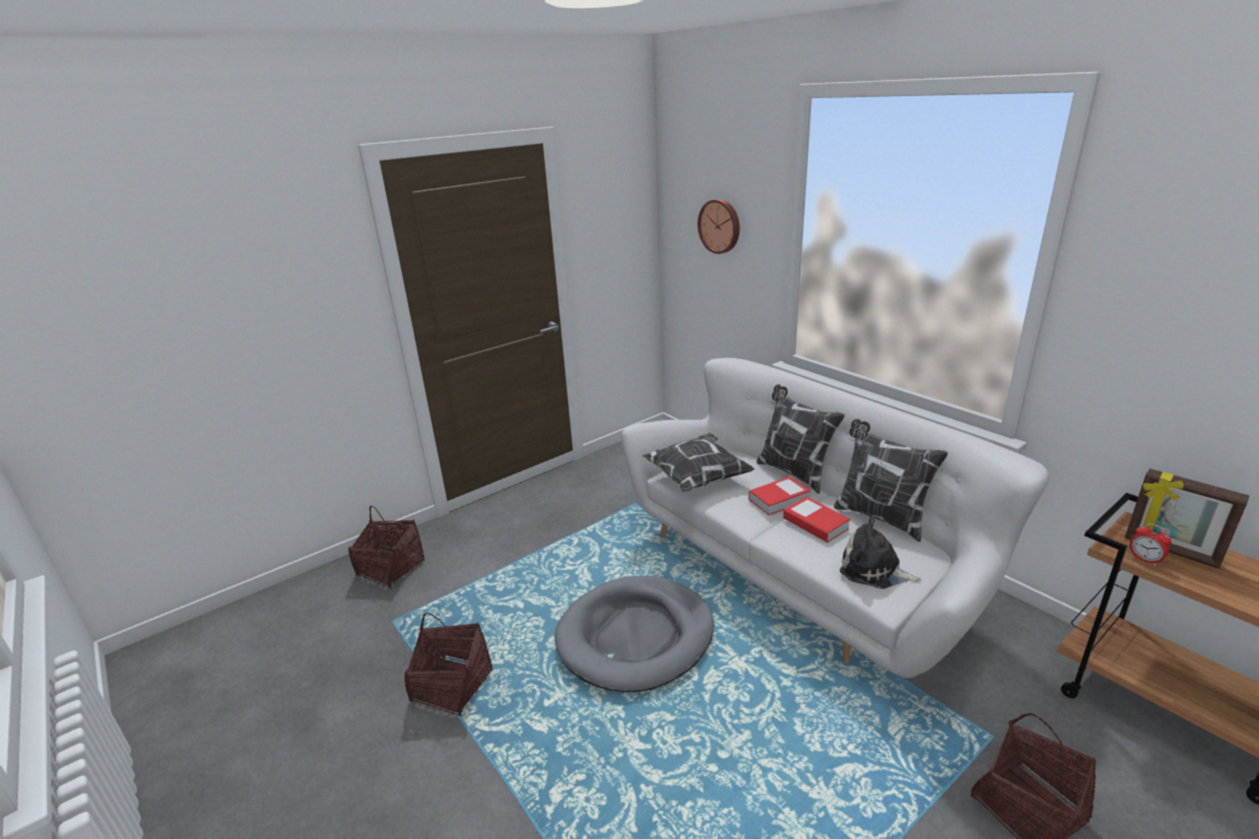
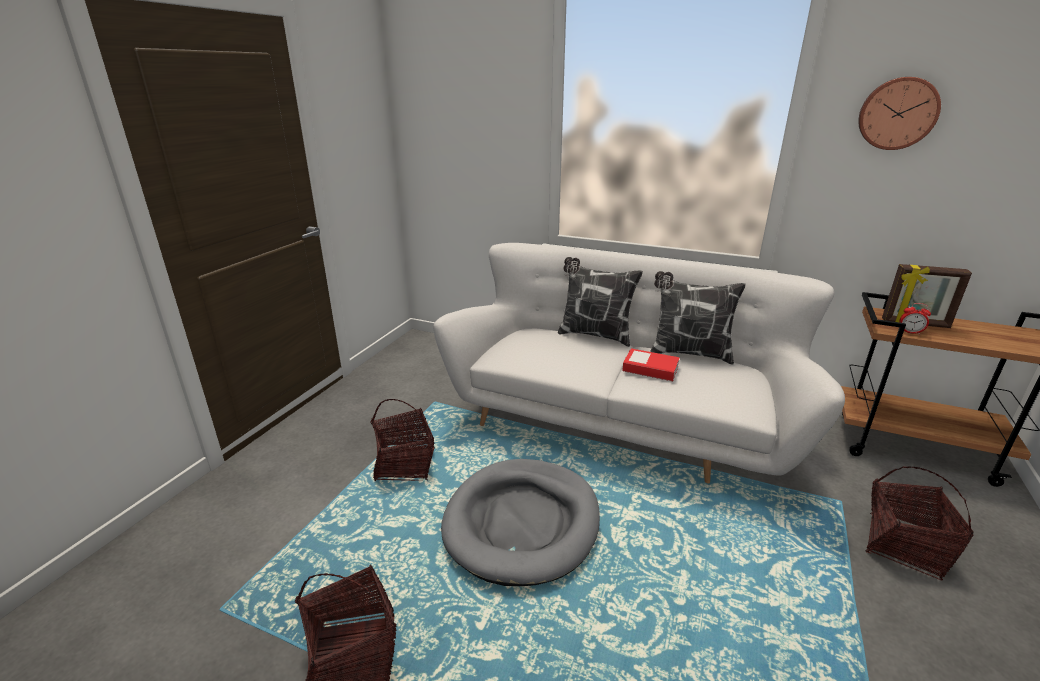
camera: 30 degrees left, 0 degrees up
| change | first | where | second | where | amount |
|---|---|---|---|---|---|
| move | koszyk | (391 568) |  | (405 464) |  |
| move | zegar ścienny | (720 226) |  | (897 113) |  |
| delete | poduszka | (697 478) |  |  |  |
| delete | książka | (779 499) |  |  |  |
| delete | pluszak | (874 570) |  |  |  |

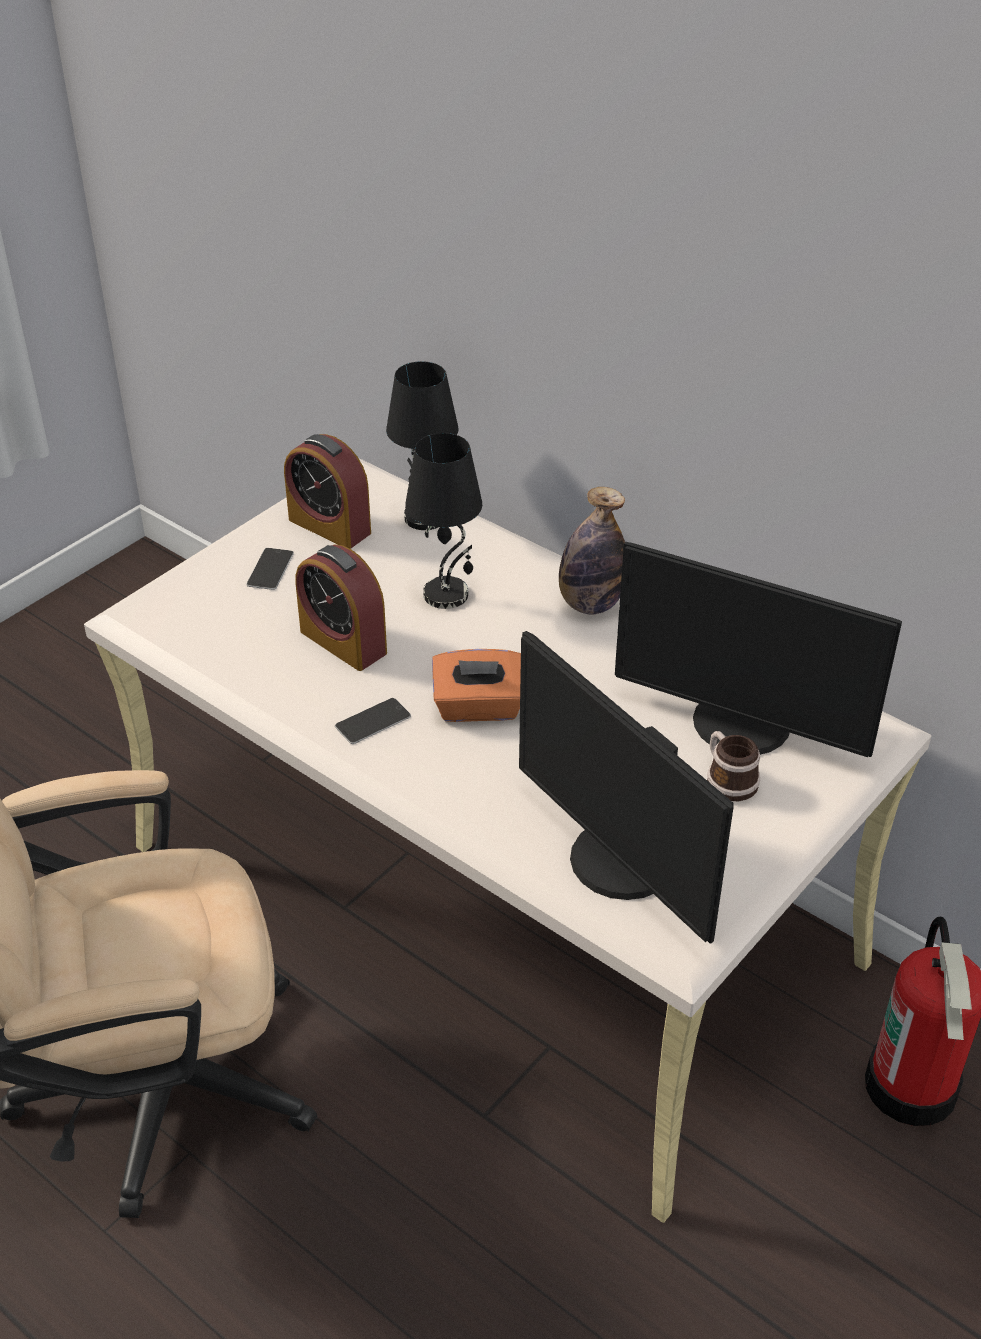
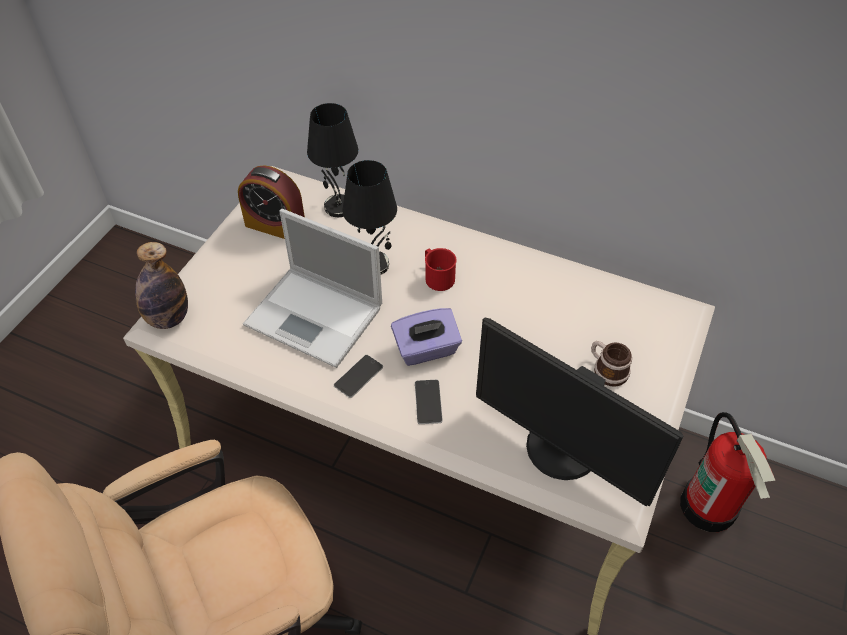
camera: 15 degrees left, 10 degrees up
| change | first | where | second | where | amount |
|---|---|---|---|---|---|
| move | butelka | (590 604) |  | (168 318) |  |
| replace | budzik | (343 642) | laptop | (316 316) |  |
| recolor | pudełko chusteczek [pomarańczowy] | (478 708) | pudełko chusteczek [fioletowy] | (426 350) |  |
| move | telefon | (270 569) |  | (428 402) |  |
| insert |  |  | kubek [czerwony] | (437 276) |  |
| delete | monitor | (740 726) |  |  |  |

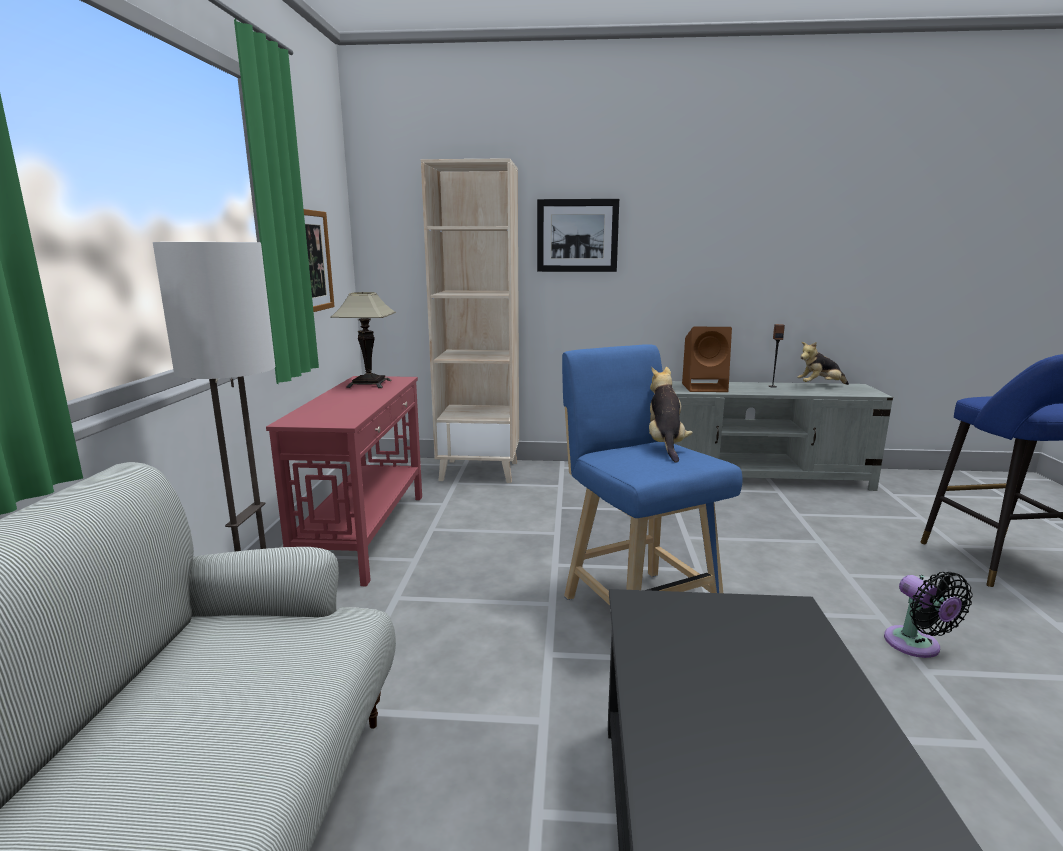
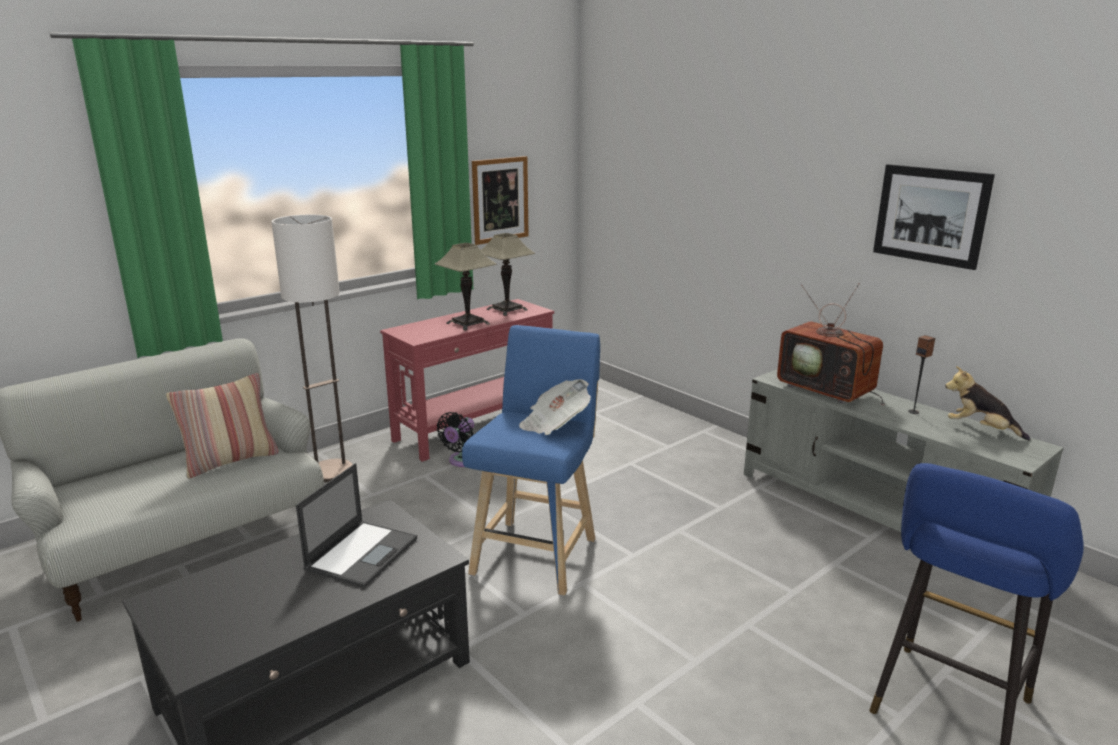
camera: 45 degrees right, 5 degrees up
| change | first | where | second | where | amount |
|---|---|---|---|---|---|
| insert |  |  | poduszka | (230 461) |  |
| insert |  |  | laptop | (362 553) |  |
| insert |  |  | lampa stołowa | (467 323) |  |
| move | wentylator [czarny] | (916 646) |  | (462 461) |  |
| replace | pluszak | (665 445) | gazeta | (554 424) |  |
| replace | głośnik [brązowy] | (705 387) | telewizor | (829 390) |  |
| move | obraz | (577 235) |  | (930 215) |  |
| delete | regał [beżowy] | (480 471) |  |  |  |

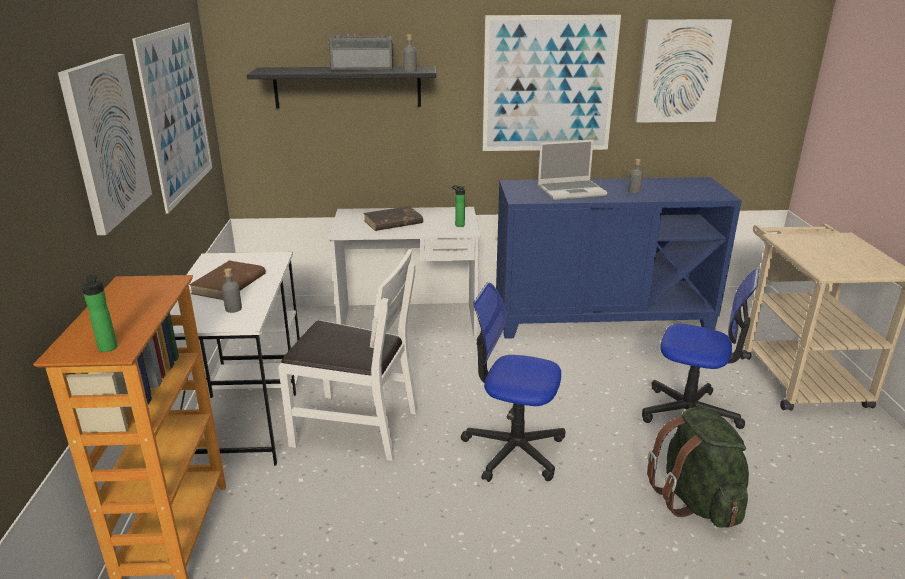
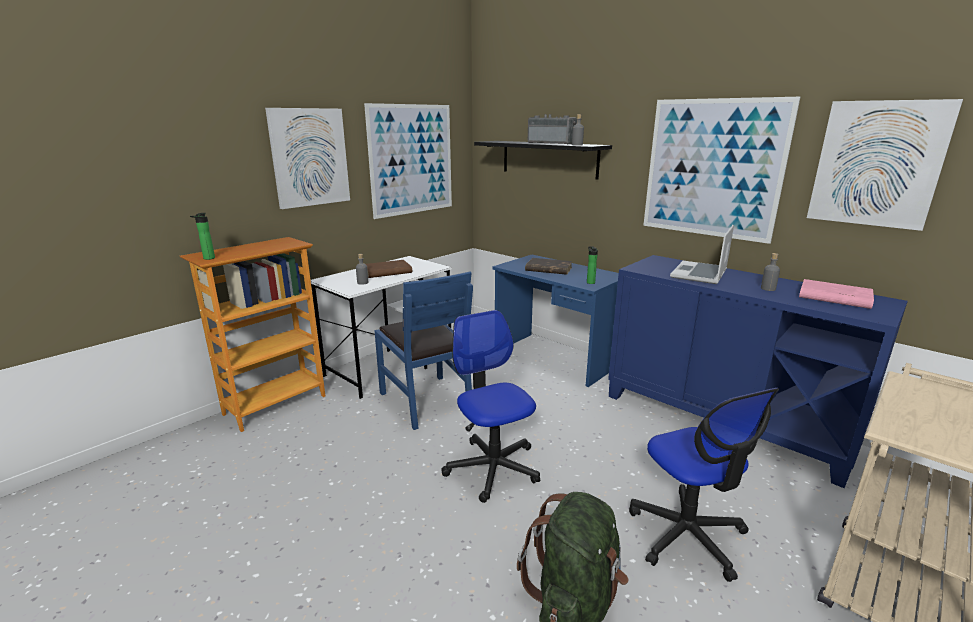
camera: 45 degrees right, 5 degrees down
| change | first | where | second | where | amount |
|---|---|---|---|---|---|
| recolor | krzesło [biały] | (355 427) | krzesło [niebieski] | (426 401) |  |
| recolor | biurko [biały] | (408 322) | biurko [niebieski] | (554 358) |  |
| rotate | laptop | (571 191) |  | (700 274) | 90 degrees clockwise |
| insert |  |  | książka [różowy] | (833 298) |  |

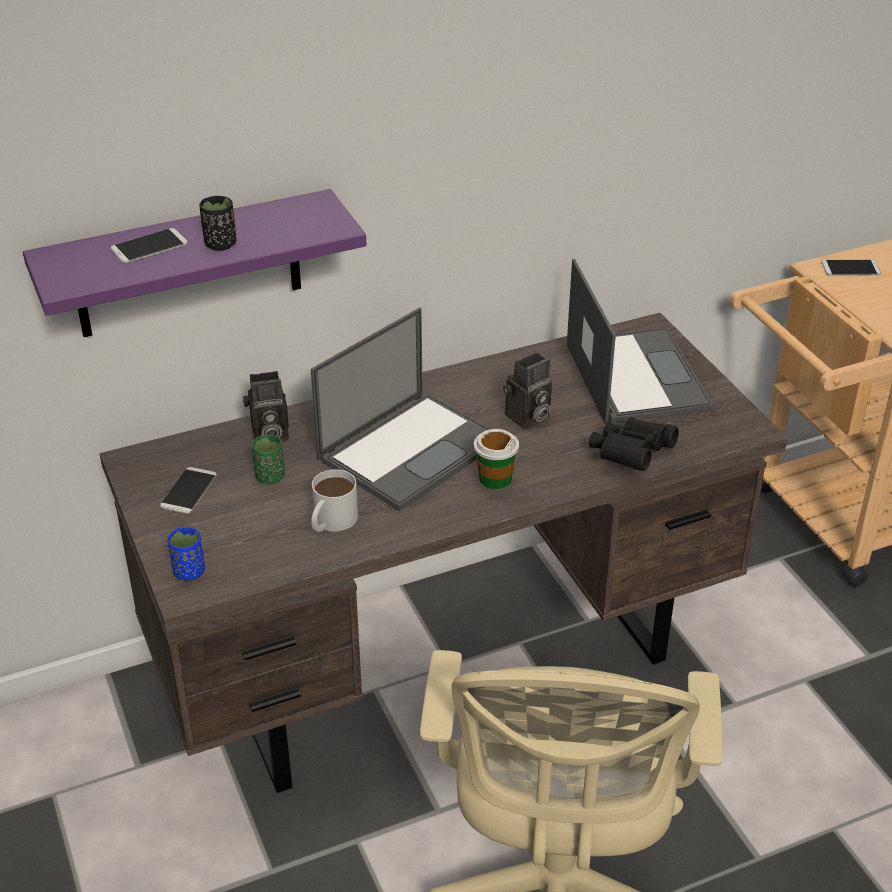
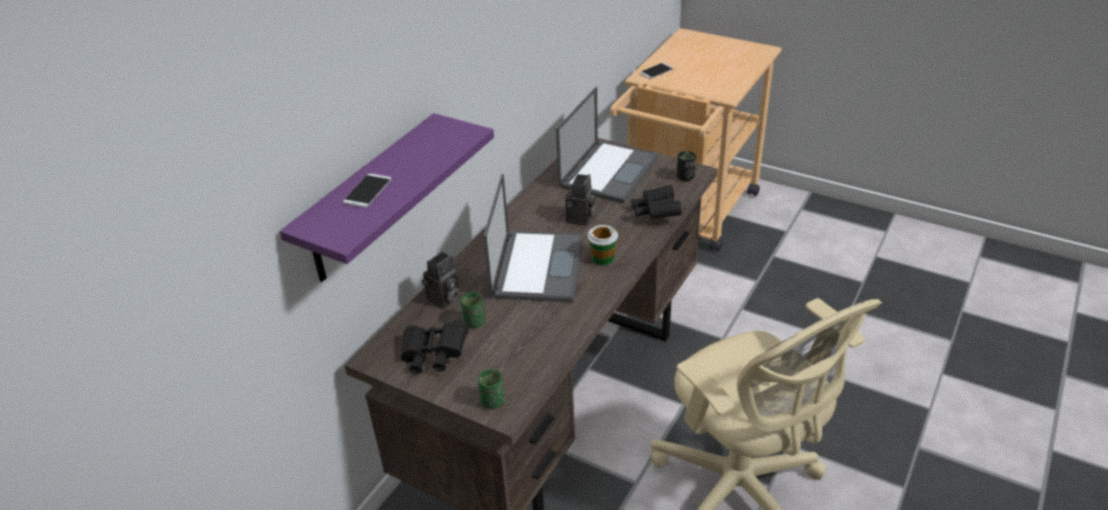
camera: 35 degrees left, 0 degrees up
| change | first | where | second | where | amount |
|---|---|---|---|---|---|
| replace | telefon | (188 491) | lornetka [czarny] | (433 356) |  |
| recolor | filiżanka [niebieski] | (189 572) | filiżanka [zielony] | (492 401) |  |
| rotate | laptop | (635 376) |  | (609 171) | 75 degrees clockwise |
| move | filiżanka [czarny] | (220 244) |  | (685 177) |  |
| delete | kubek [biały] | (331 522) |  |  |  |

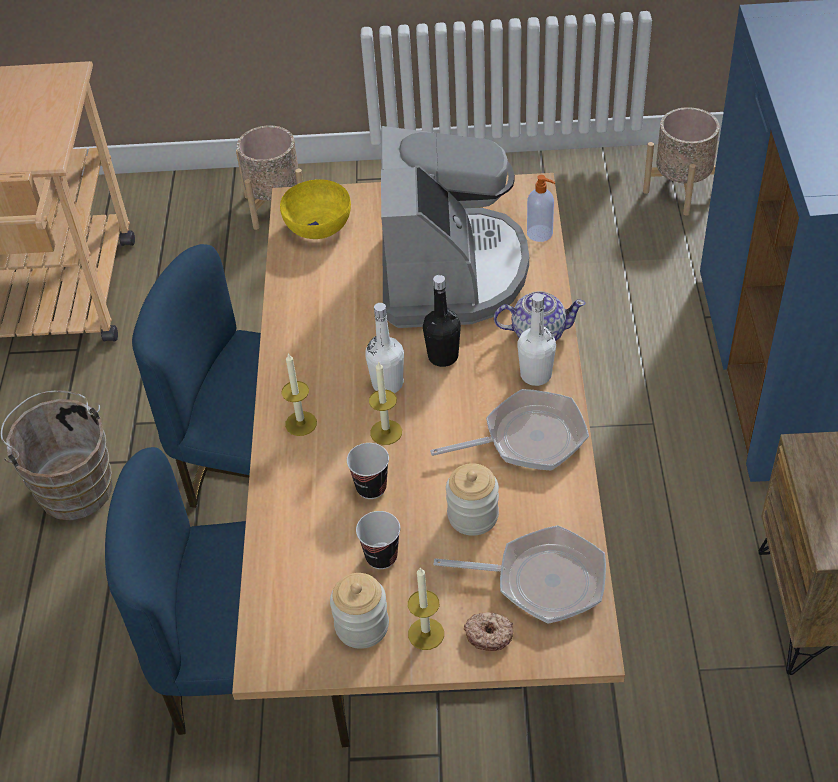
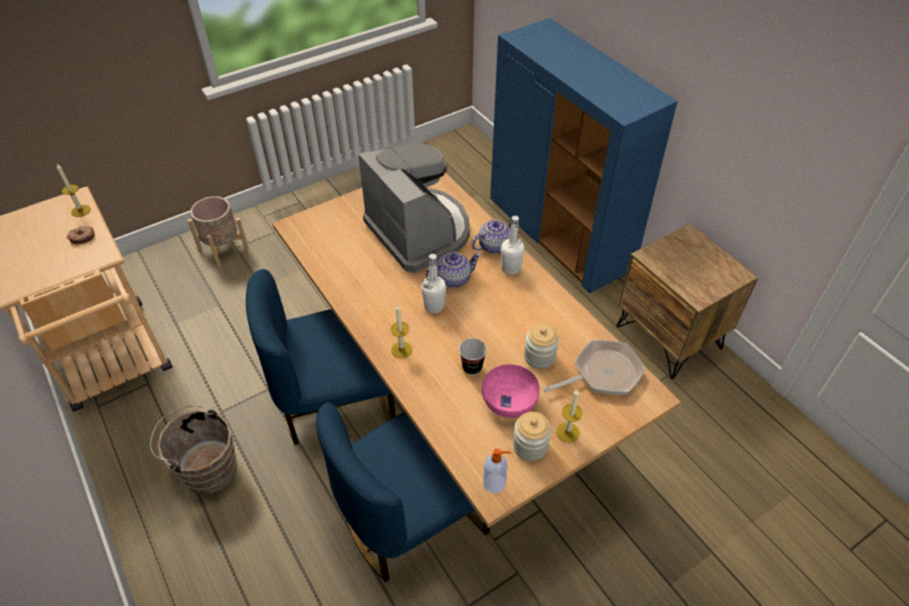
camera: 35 degrees left, 0 degrees up
| change | first | where | second | where | amount |
|---|---|---|---|---|---|
| move | świeca | (386 432) |  | (81 211) |  |
| move | donut | (489 634) |  | (82 237) |  |
| replace | butelka [czarny] | (443 356) | imbryk | (453 278) |  |
| replace | filiżanka | (381 557) | miska [różowy] | (509 402) |  |
| move | dozownik mydła | (540 234) |  | (495 483) |  |
| delete | miska [żółty] | (319 226) |  |  |  |
| delete | patelnia | (527 438) |  |  |  |
| delete | donica [beżowy] | (681 190) |  |  |  |

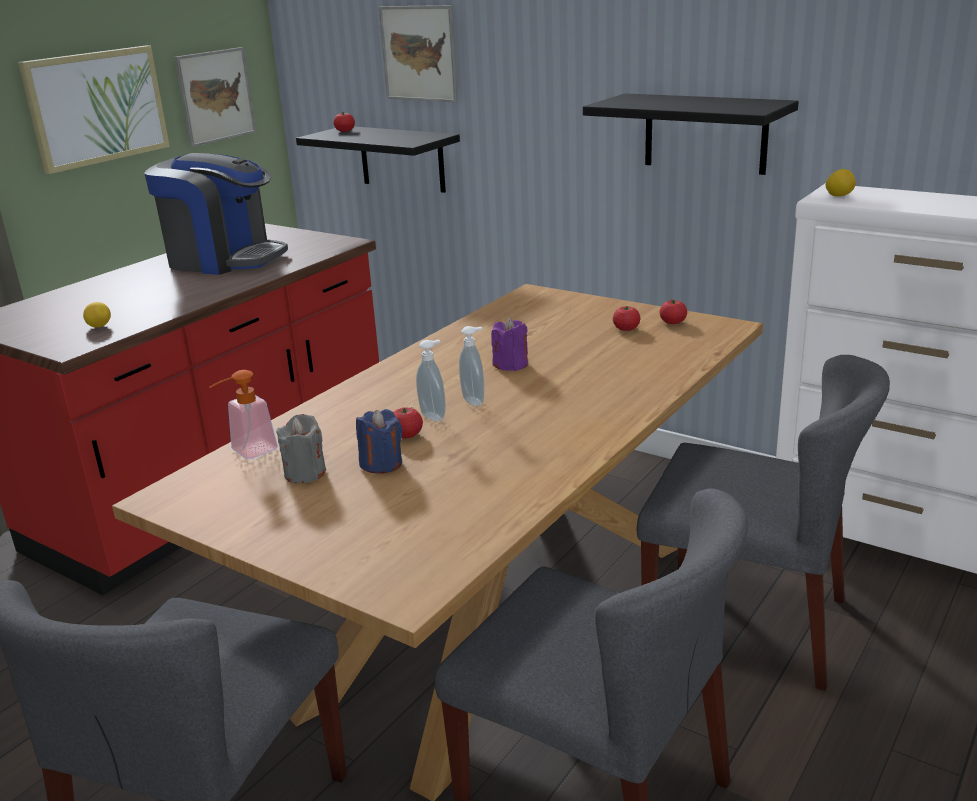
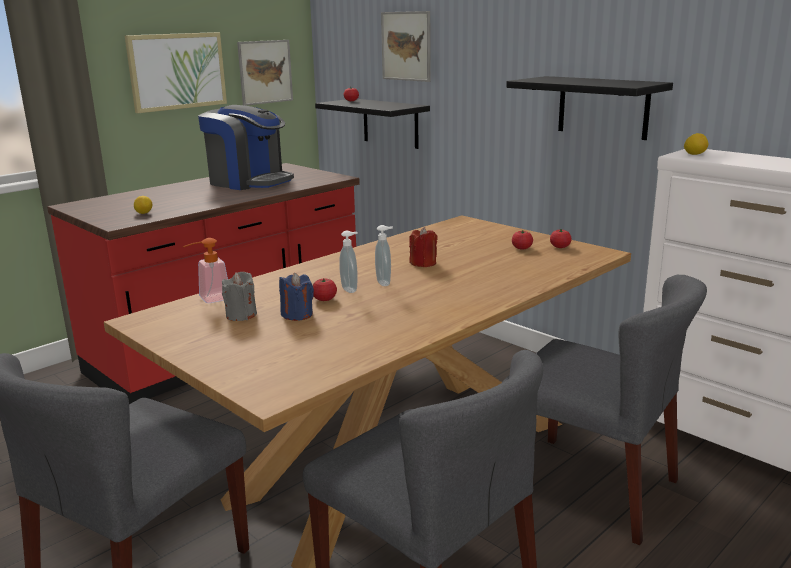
camera: 10 degrees right, 5 degrees down
| change | first | where | second | where | amount |
|---|---|---|---|---|---|
| recolor | świeca [fioletowy] | (511 365) | świeca [czerwony] | (423 263) |  |

